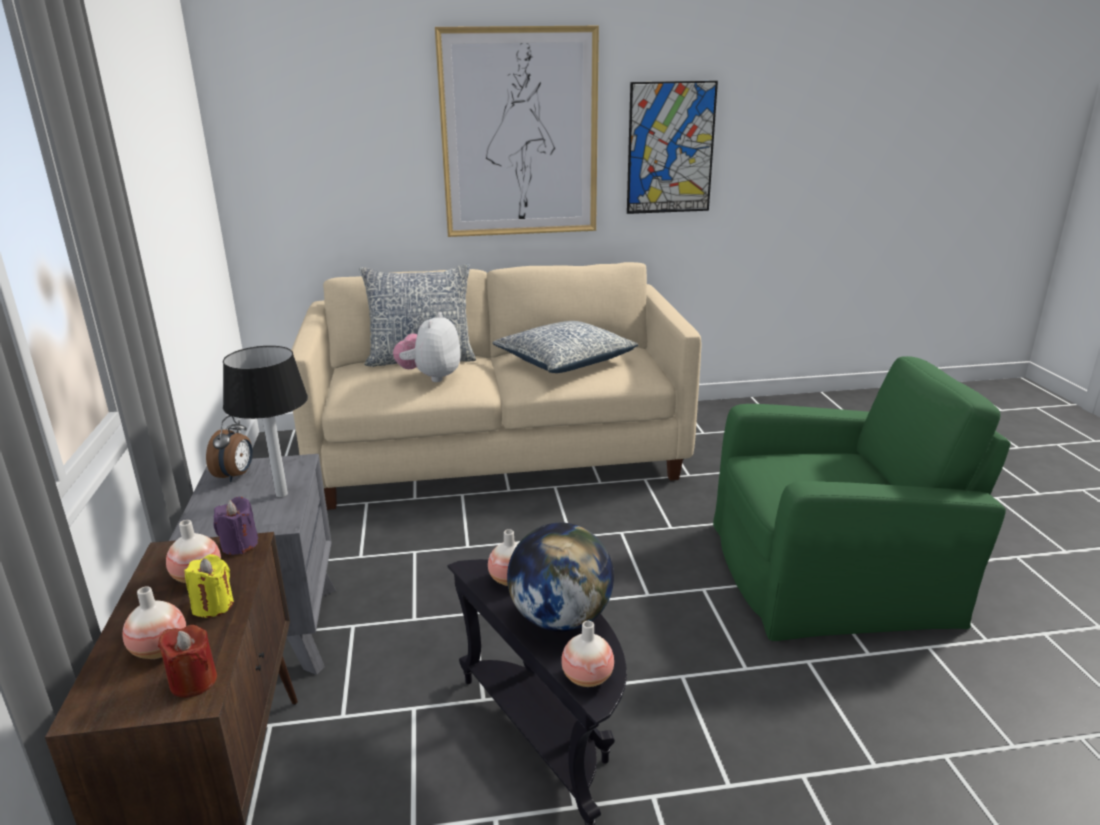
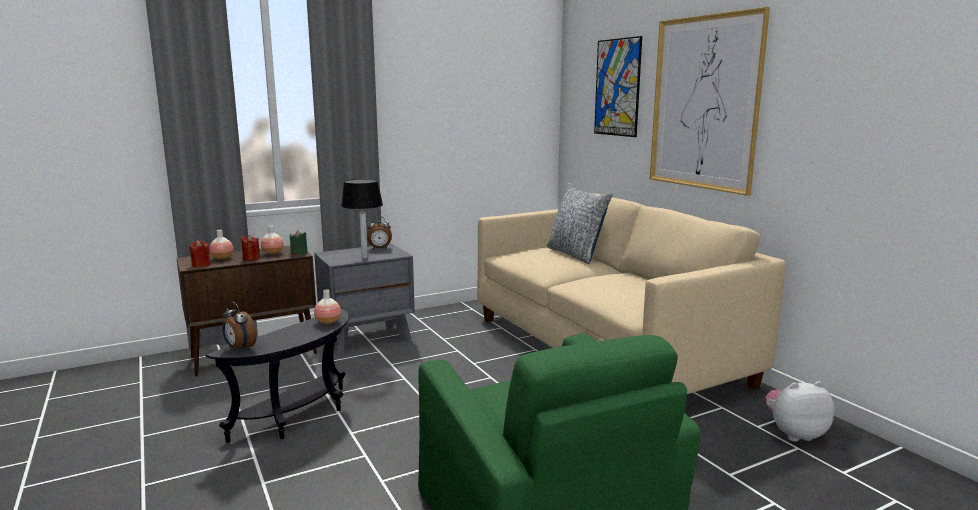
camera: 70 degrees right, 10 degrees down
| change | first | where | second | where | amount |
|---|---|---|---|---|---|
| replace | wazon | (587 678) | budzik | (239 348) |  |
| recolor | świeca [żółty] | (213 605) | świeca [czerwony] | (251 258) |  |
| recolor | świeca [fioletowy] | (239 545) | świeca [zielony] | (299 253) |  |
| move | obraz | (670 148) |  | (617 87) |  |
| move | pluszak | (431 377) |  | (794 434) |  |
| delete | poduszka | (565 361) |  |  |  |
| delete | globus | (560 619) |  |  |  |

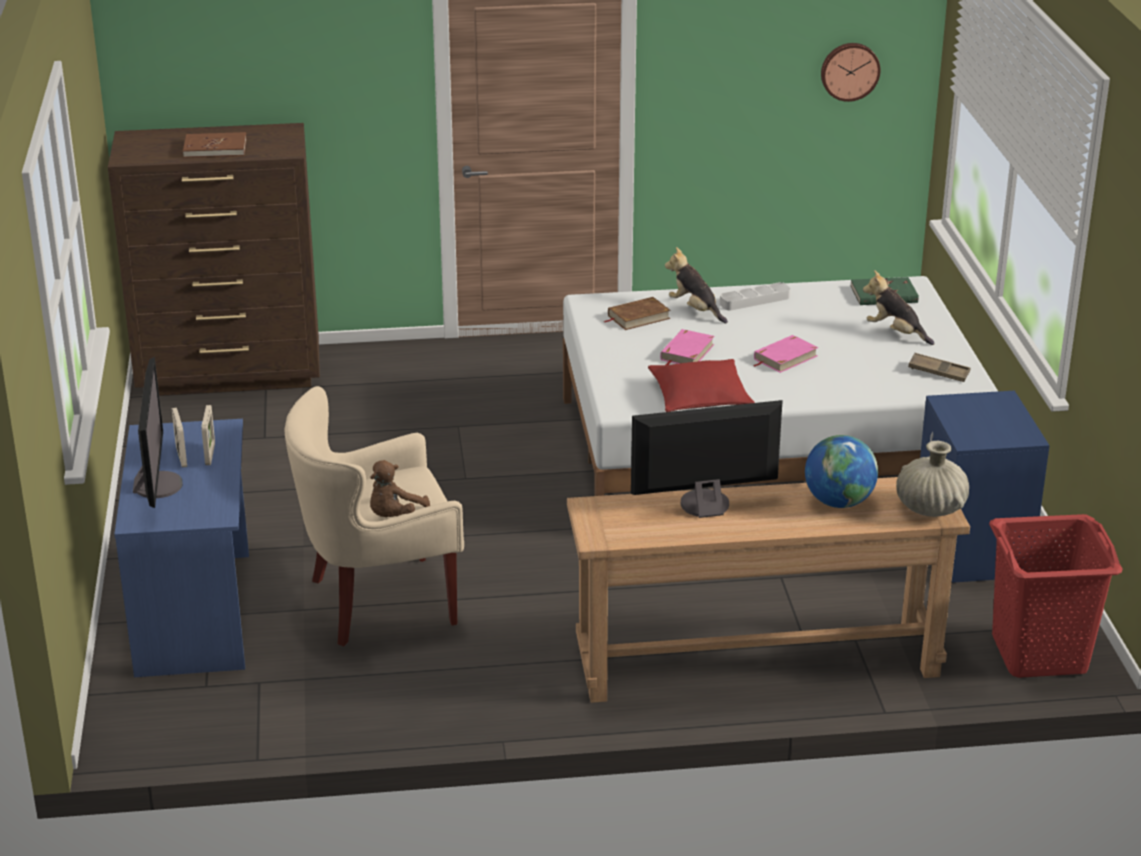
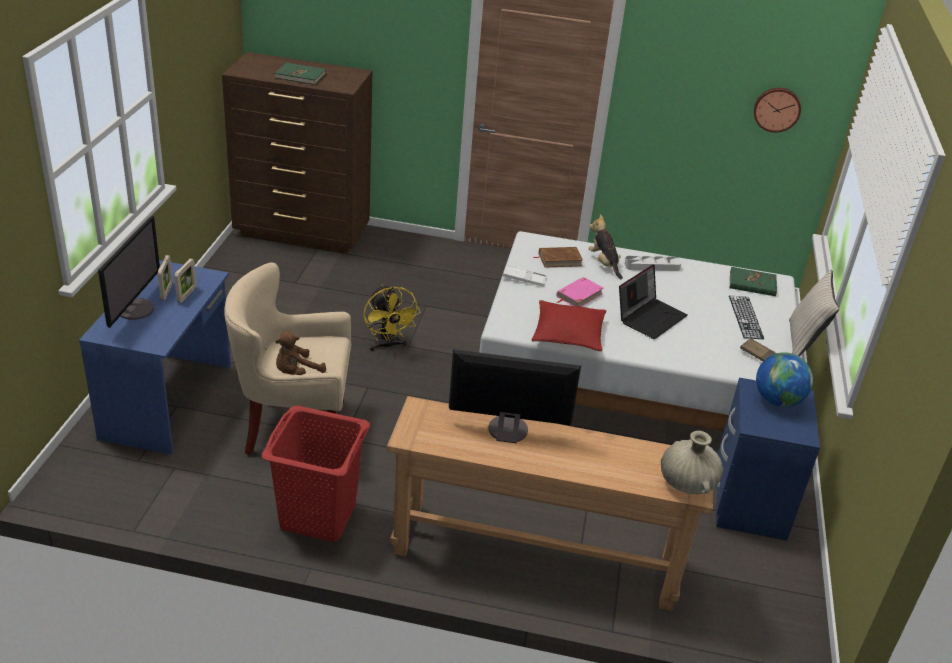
camera: 15 degrees right, 5 degrees up
| change | first | where | second | where | amount |
|---|---|---|---|---|---|
| move | kosz na pranie [czerwony] | (1040 654) |  | (318 516) |  |
| recolor | książka [brązowy] | (215 148) | książka [zielony] | (300 76) |  |
| insert |  |  | wentylator [żółty] | (387 345) |  |
| insert |  |  | taca [biały] | (524 278) |  |
| replace | książka [różowy] | (785 357) | laptop | (650 317) |  |
| replace | pluszak | (896 333) | klawiatura | (746 317) |  |
| move | globus | (838 502) |  | (777 401) |  |
| insert |  |  | poduszka [beżowy] | (803 343) |  |

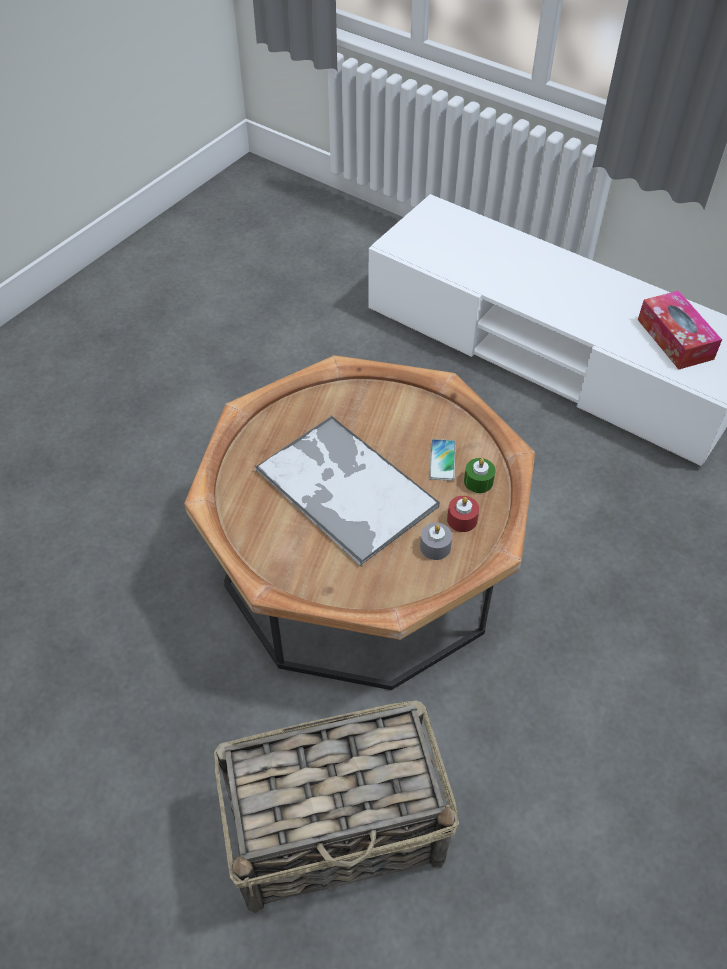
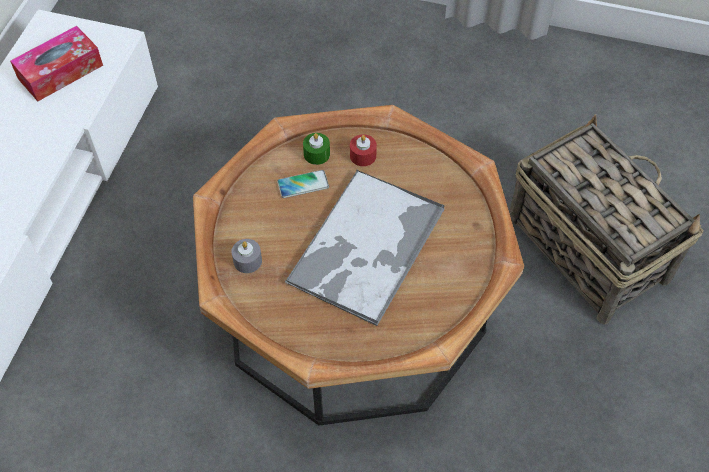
camera: 110 degrees left, 5 degrees up
| change | first | where | second | where | amount |
|---|---|---|---|---|---|
| move | świeca [szary] | (435 547) |  | (247 261) |  |

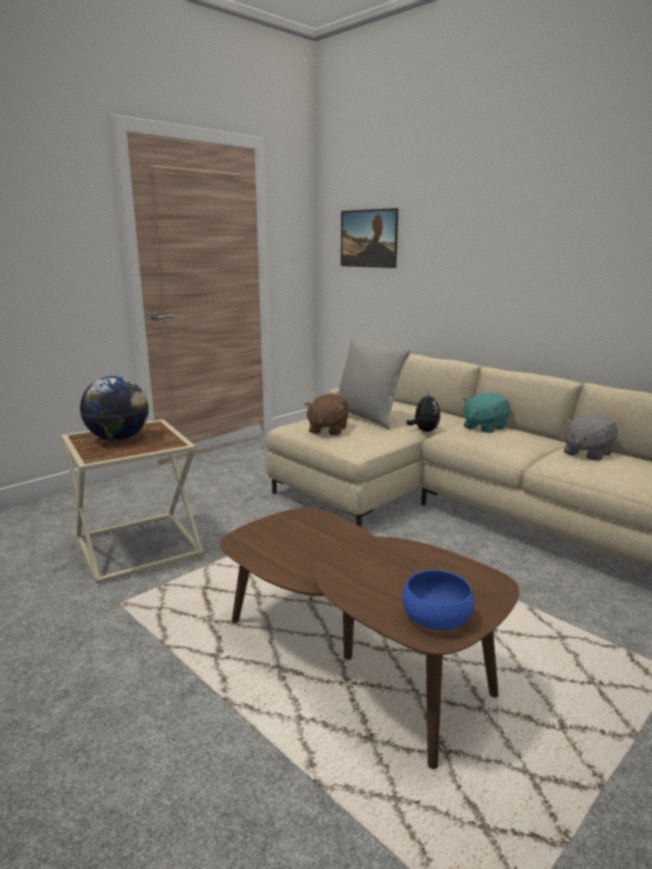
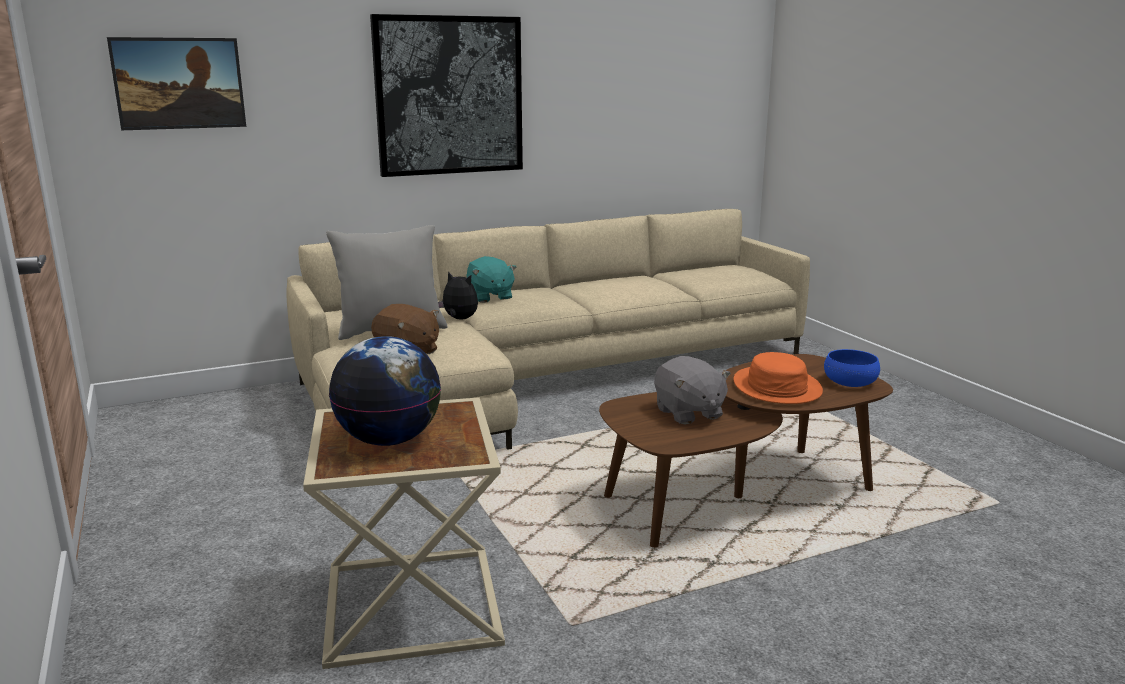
camera: 70 degrees left, 0 degrees up
| change | first | where | second | where | amount |
|---|---|---|---|---|---|
| insert |  |  | obraz | (449 96) |  |
| move | pluszak [szary] | (587 453) |  | (688 413) |  |
| insert |  |  | kapelusz [pomarańczowy] | (776 387) |  |

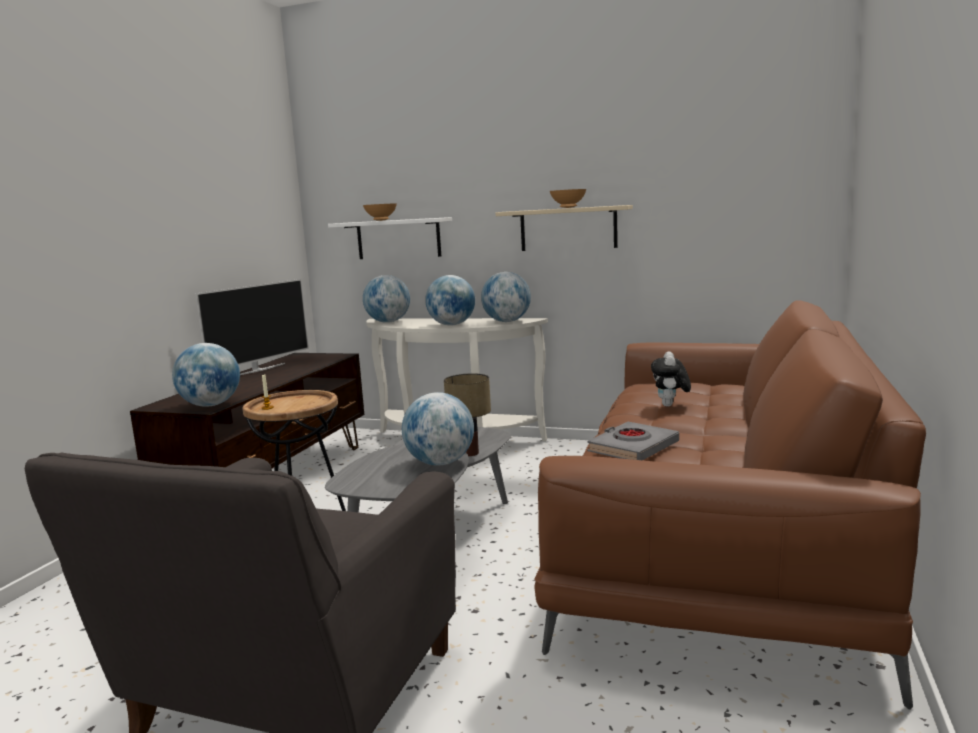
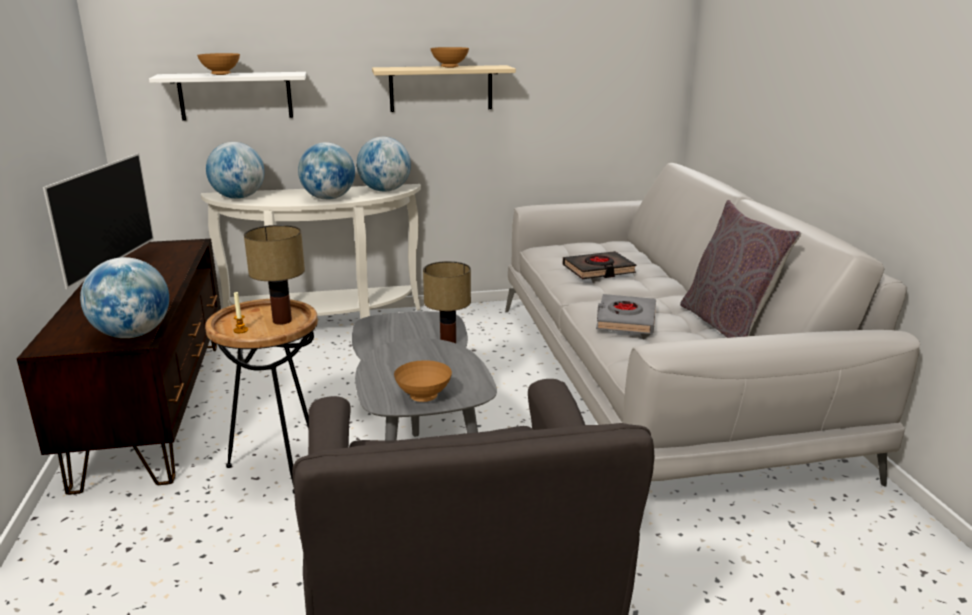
camera: 30 degrees left, 10 degrees up
| change | first | where | second | where | amount |
|---|---|---|---|---|---|
| insert |  |  | lampa stołowa | (281 320) |  |
| insert |  |  | miska [brązowy] | (423 397) |  |
| recolor | kanapa [brązowy] | (718 537) | kanapa [szary] | (657 382) |  |
| replace | pluszak | (670 405) | książka [czarny] | (598 270) |  |
| insert |  |  | poduszka [szary] | (727 326) |  |
| delete | globus | (440 463) |  |  |  |

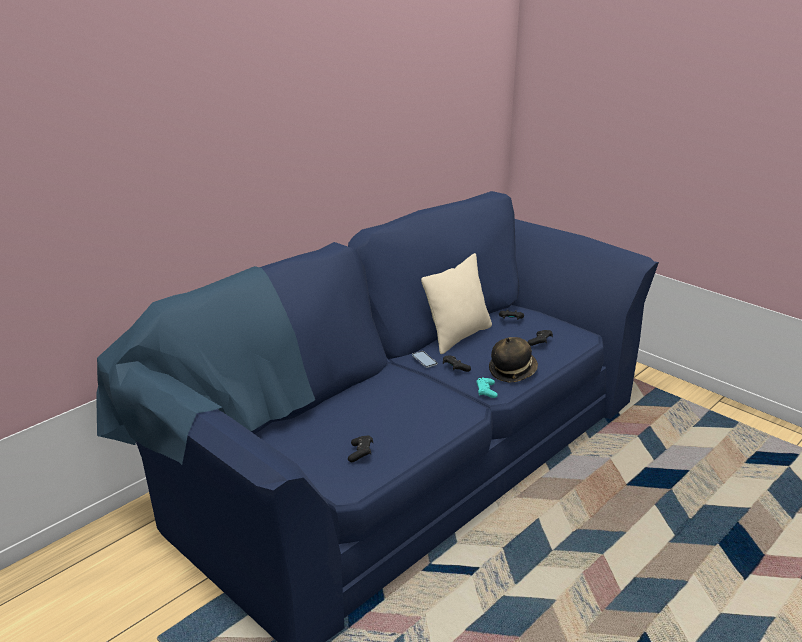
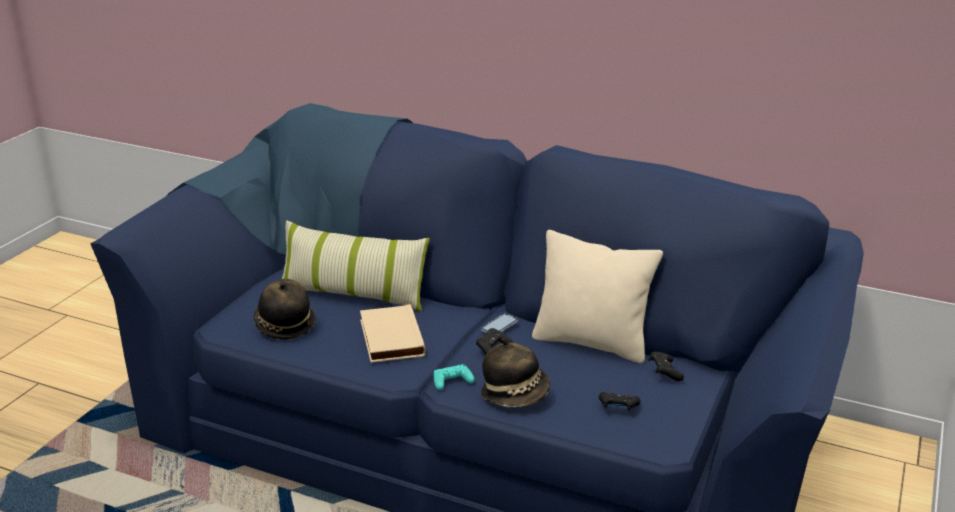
camera: 70 degrees right, 0 degrees up
| change | first | where | second | where | amount |
|---|---|---|---|---|---|
| replace | pad do gier [czarny] | (361 453) | kapelusz | (284 325) |  |
| insert |  |  | poduszka | (353 294) |  |
| insert |  |  | książka [beżowy] | (389 338) |  |

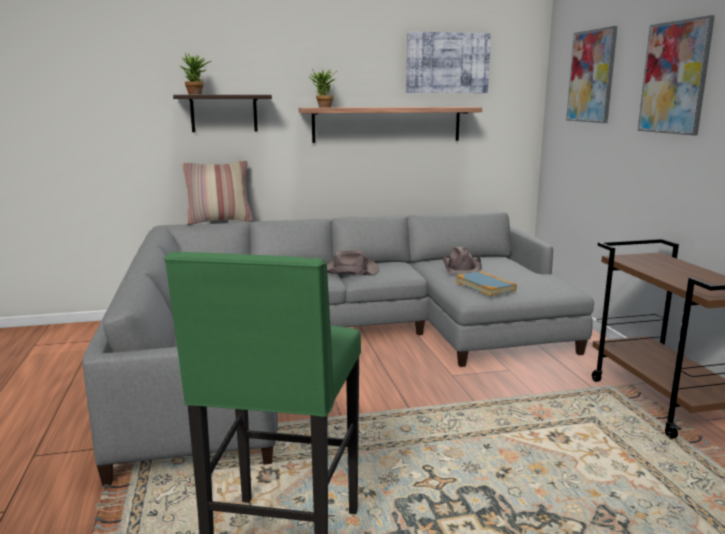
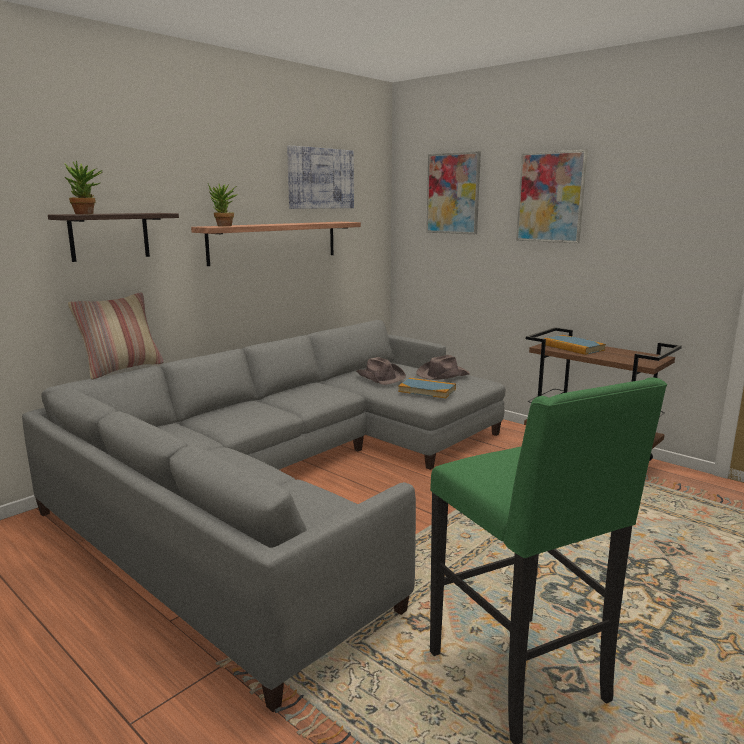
camera: 35 degrees left, 0 degrees up
| change | first | where | second | where | amount |
|---|---|---|---|---|---|
| move | kapelusz [brązowy] | (349 270) |  | (442 375) |  |
| insert |  |  | książka | (573 347) |  |

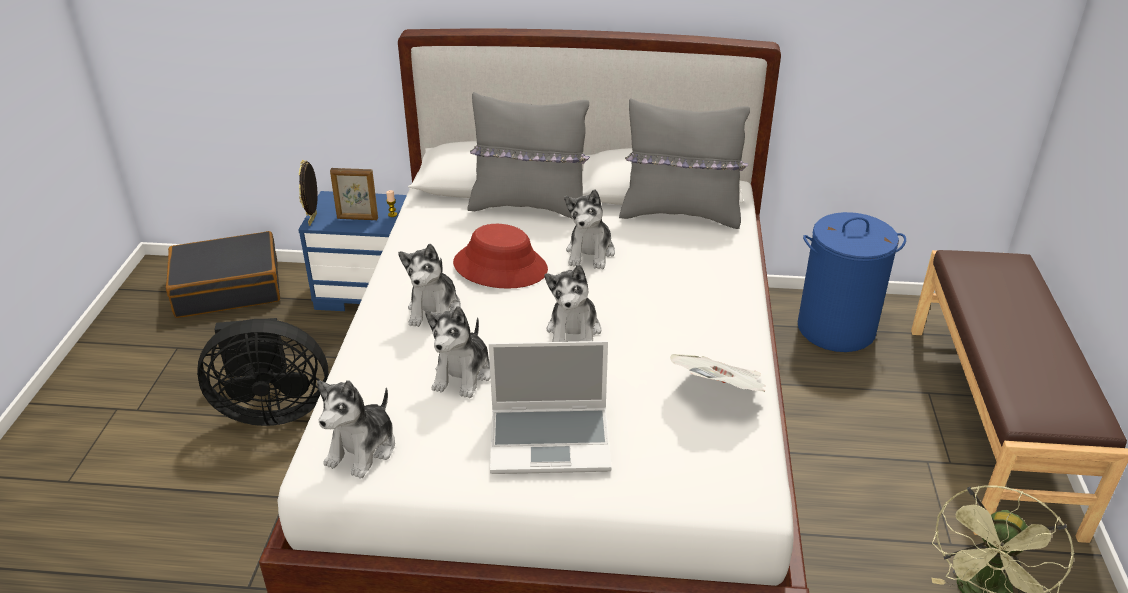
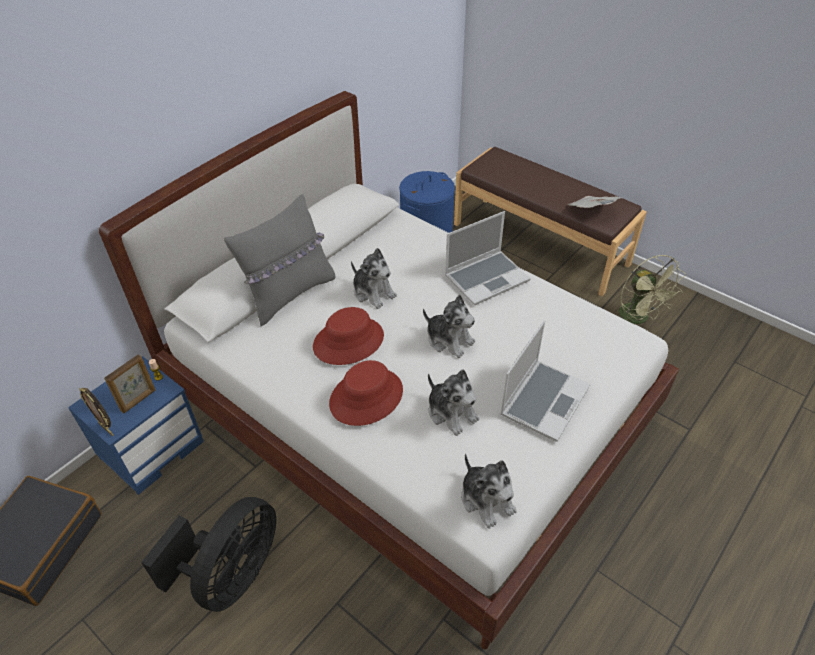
camera: 55 degrees left, 10 degrees up
| change | first | where | second | where | amount |
|---|---|---|---|---|---|
| replace | pluszak | (434 310) | kapelusz [czerwony] | (366 397) |  |
| insert |  |  | laptop | (487 278) |  |
| move | gazeta | (720 392) |  | (591 212) |  |
| delete | poduszka [szary] | (680 214) |  |  |  |

